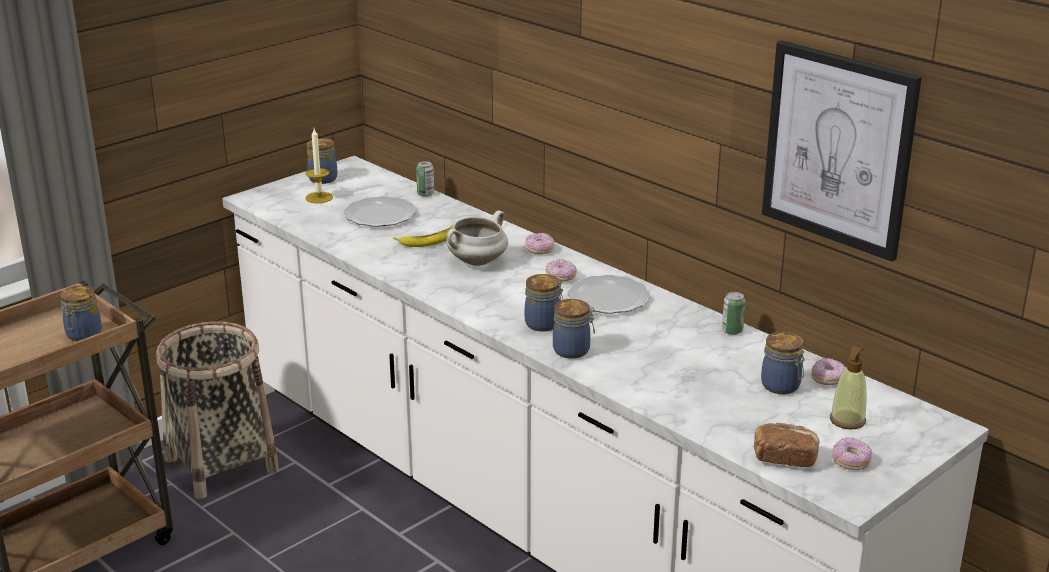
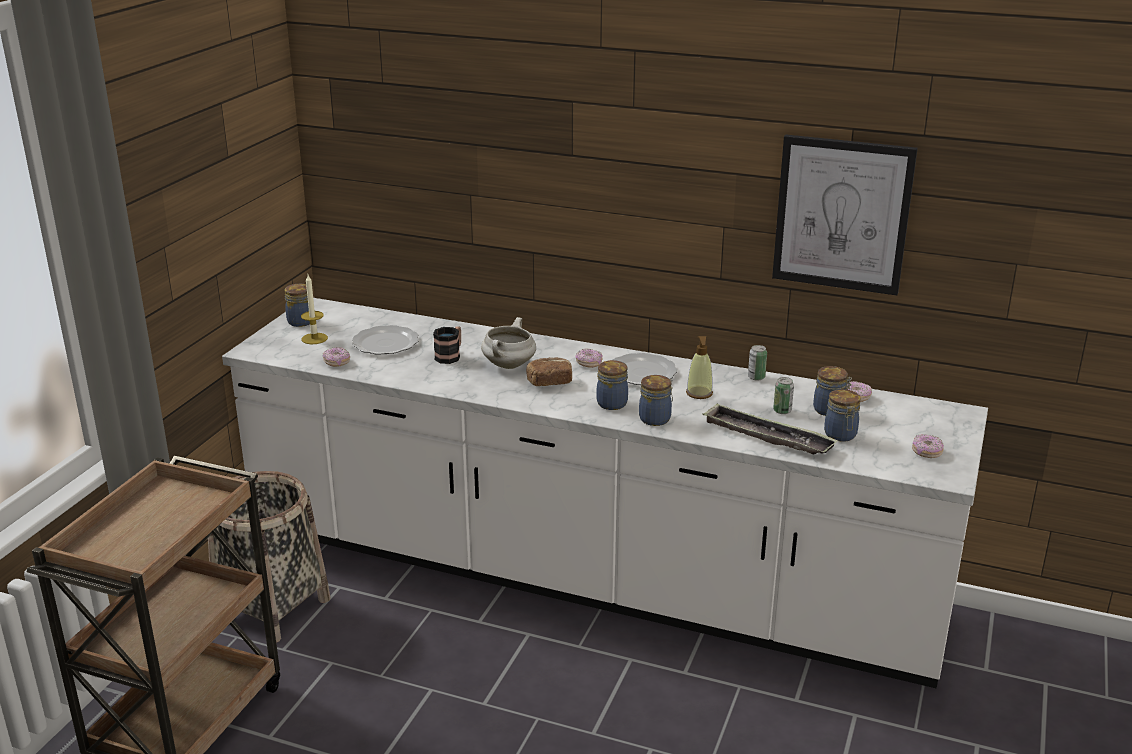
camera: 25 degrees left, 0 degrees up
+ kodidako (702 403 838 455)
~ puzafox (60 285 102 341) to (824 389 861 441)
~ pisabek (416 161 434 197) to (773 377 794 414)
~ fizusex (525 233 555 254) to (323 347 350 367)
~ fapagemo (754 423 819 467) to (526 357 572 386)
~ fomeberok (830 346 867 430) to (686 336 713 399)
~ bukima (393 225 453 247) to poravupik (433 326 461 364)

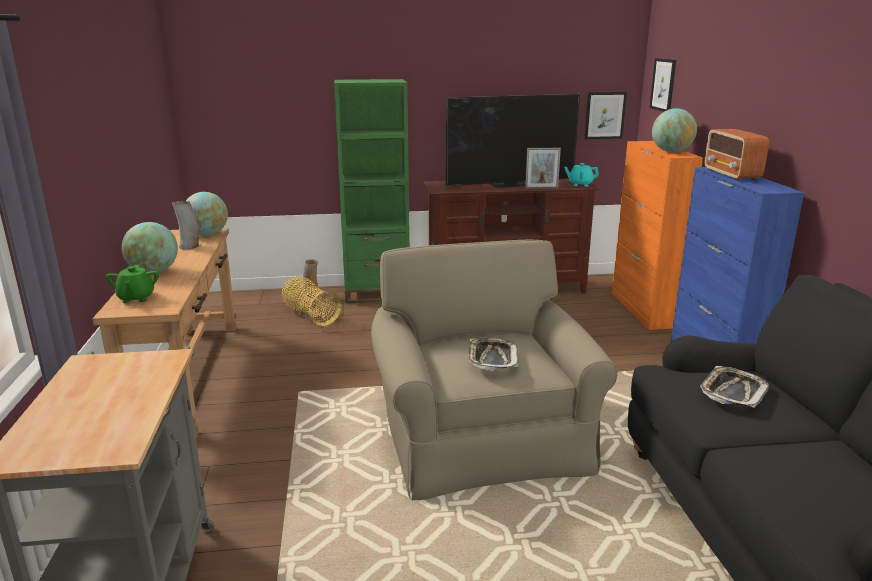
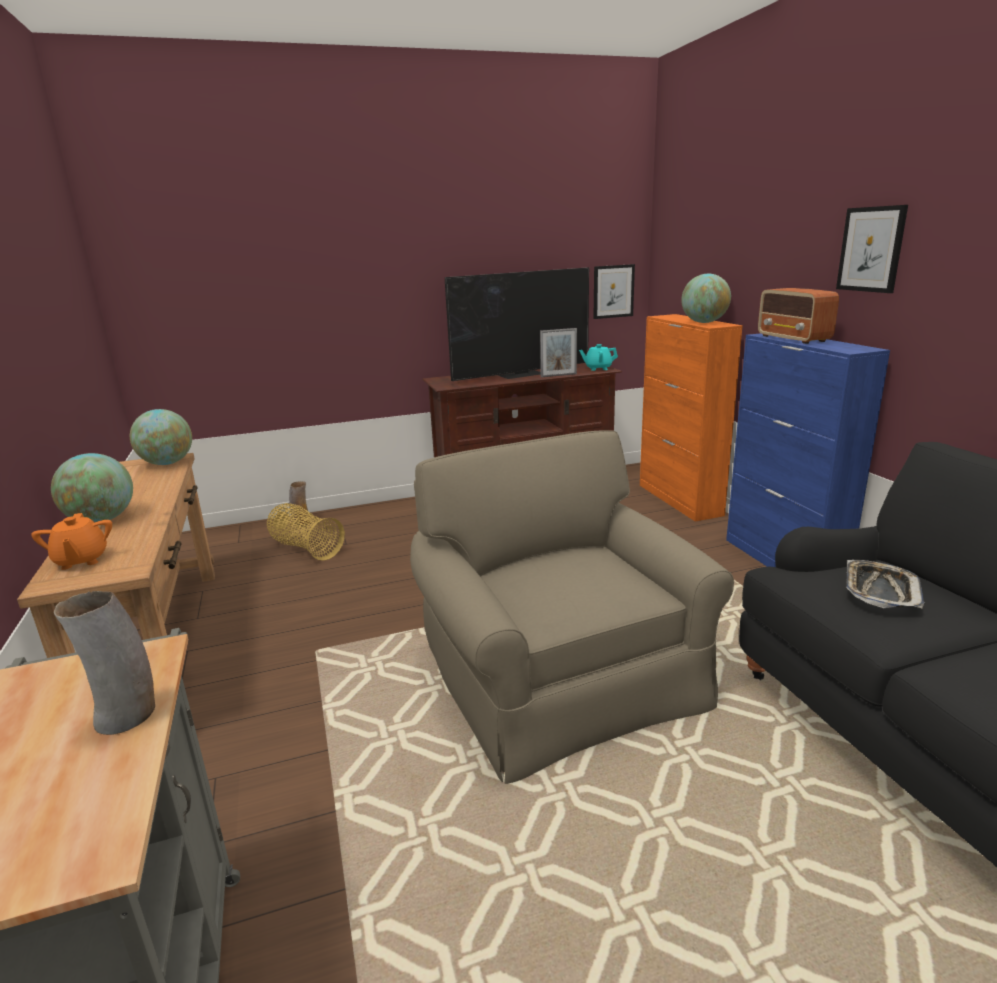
camera: 10 degrees left, 0 degrees up
- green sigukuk (334 79 410 303)
- kodidako (468 338 519 371)
~ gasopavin (172 201 199 249) to (54 591 155 735)
~ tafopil (649 58 676 112) to (836 205 908 293)
~ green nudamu (106 265 159 303) to orange nudamu (31 513 112 570)

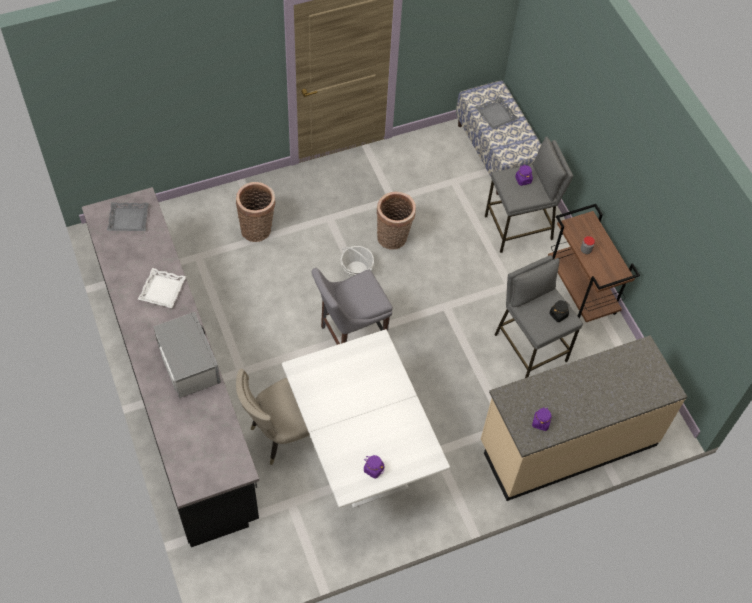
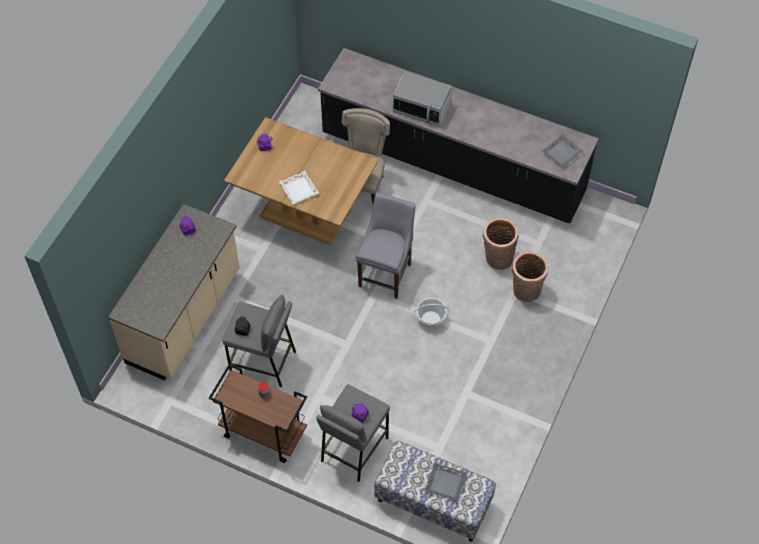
camera: 140 degrees right, 0 degrees up
~ white kodidako (138 268 186 308) to (279 171 319 204)
~ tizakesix (376 192 416 250) to (483 218 518 270)
~ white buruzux (282 329 450 508) to brown buruzux (224 117 378 245)

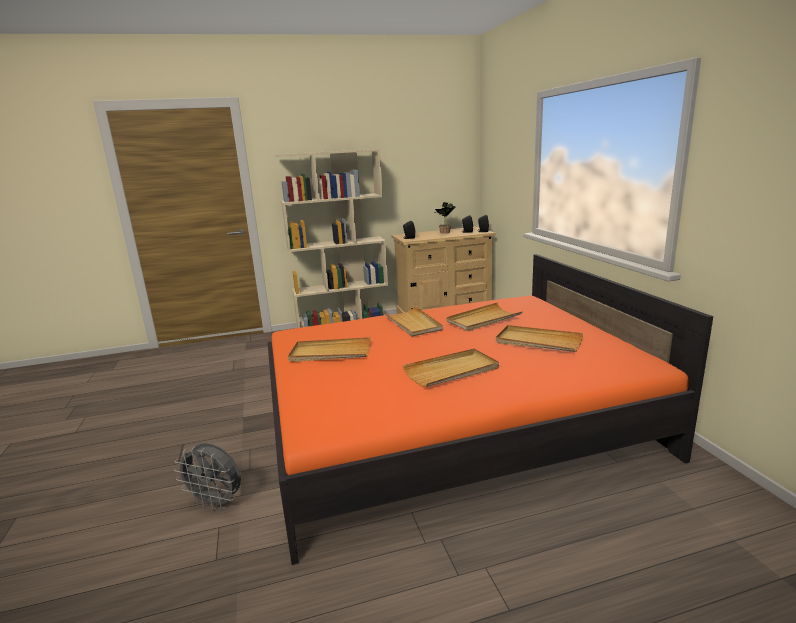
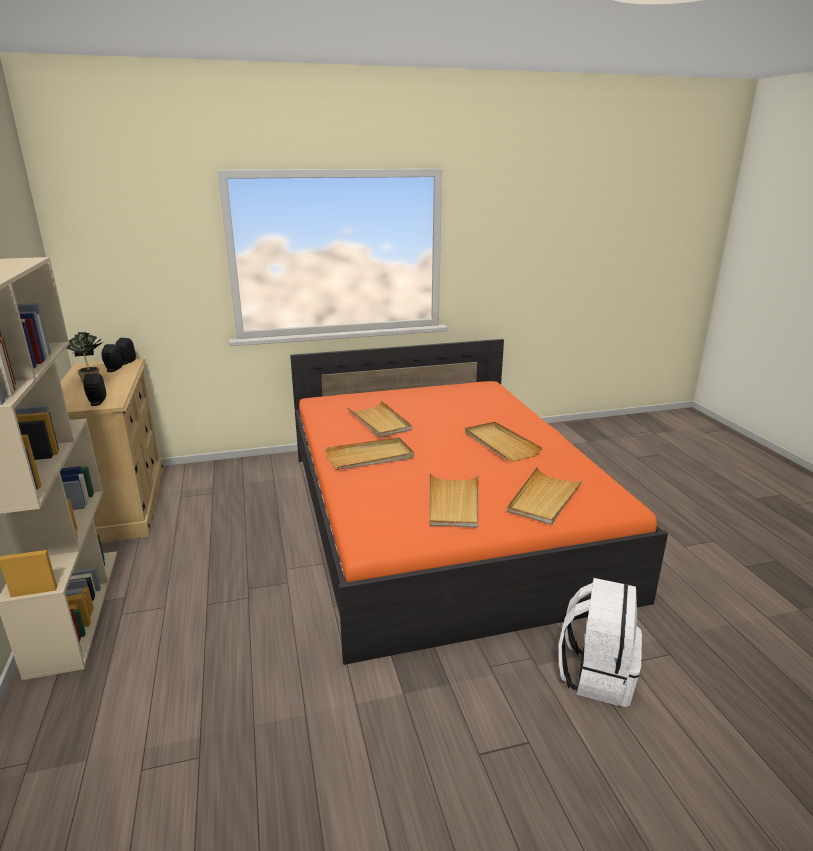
camera: 90 degrees left, 5 degrees up
~ beige kodidako (496 325 583 352) to (507 466 585 525)
~ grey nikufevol (174 443 241 511) to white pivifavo (559 578 642 707)

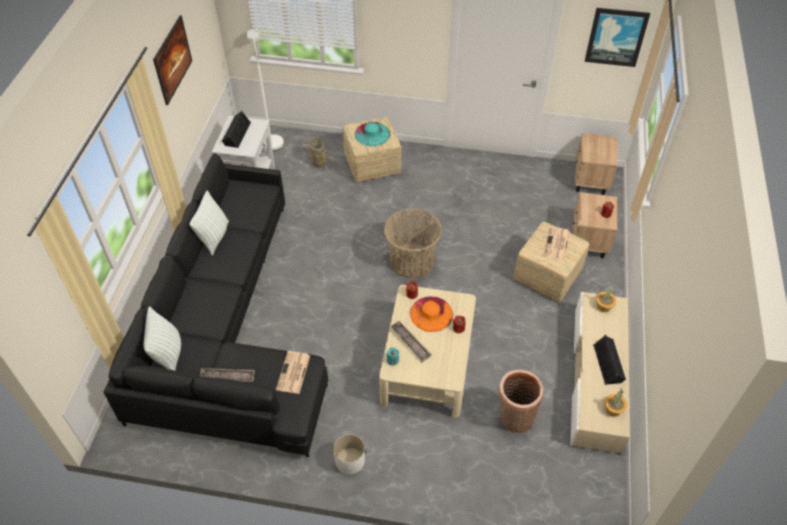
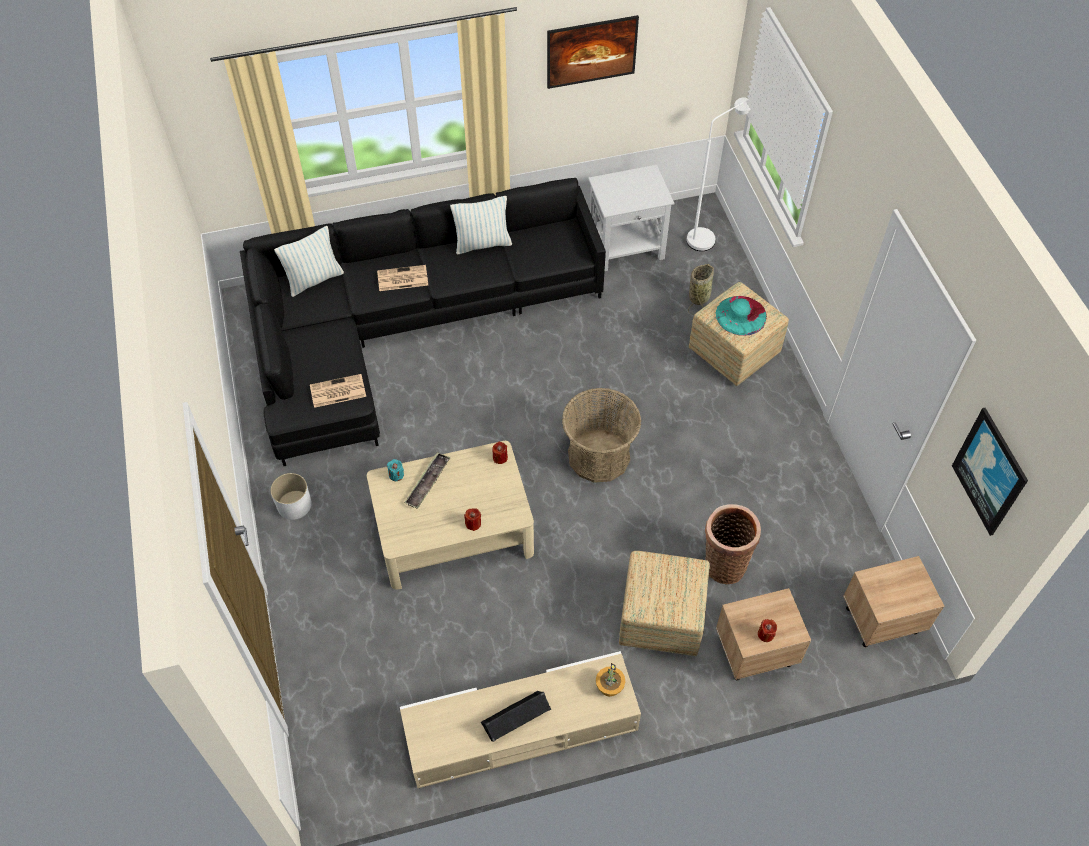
camera: 65 degrees right, 5 degrees up
- kodidako (199 368 255 383)
- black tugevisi (222 111 251 148)
- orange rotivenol (410 297 453 332)
- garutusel (605 388 627 417)
~ tizakesix (498 370 544 433) to (705 504 761 584)
~ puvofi (544 226 570 261) to (377 265 428 291)

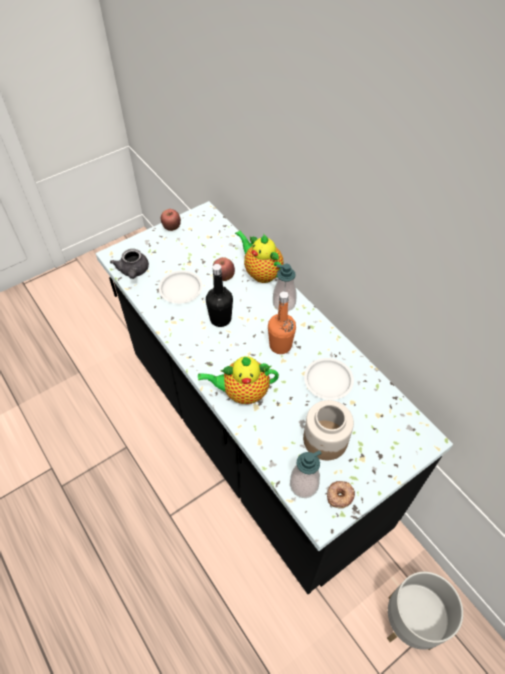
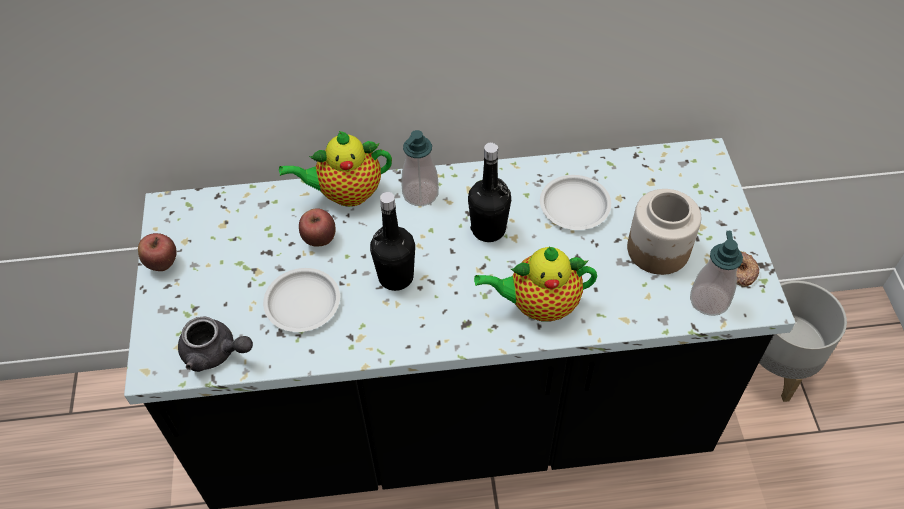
camera: 60 degrees left, 0 degrees up
~ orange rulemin (268 291 296 354) to black rulemin (468 142 511 242)
~ nudamu (198 356 279 404) = (474 247 597 322) 60 degrees clockwise

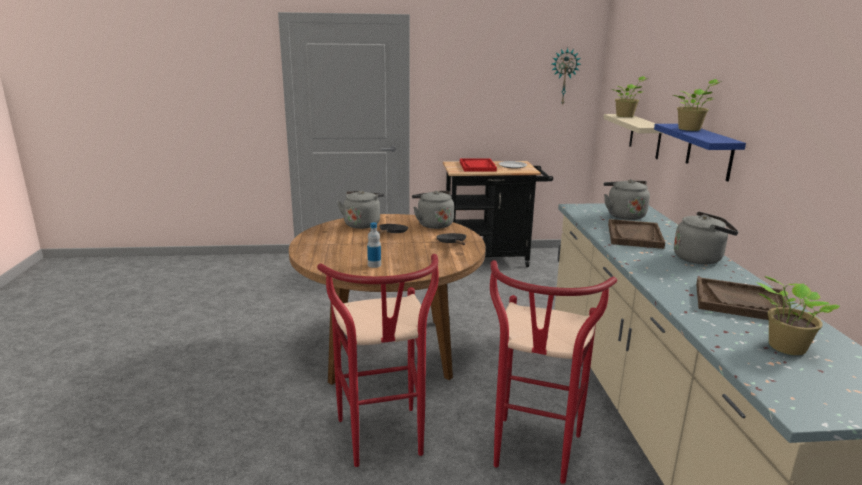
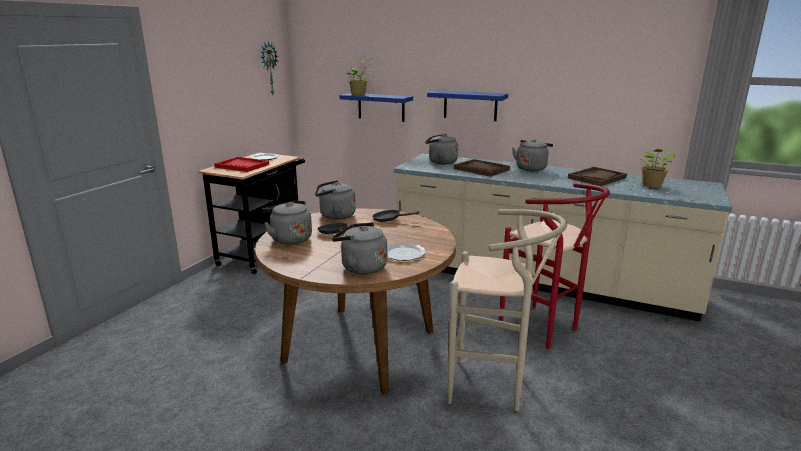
camera: 60 degrees left, 0 degrees up
- garutusel (673 79 722 131)
+ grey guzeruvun (332 222 387 274)
~ rulemin (367 222 381 268) to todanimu (387 243 426 261)
~ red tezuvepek (317 254 439 467) to beige tezuvepek (448 209 567 411)
~ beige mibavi (603 114 662 159) to blue mibavi (339 93 413 122)

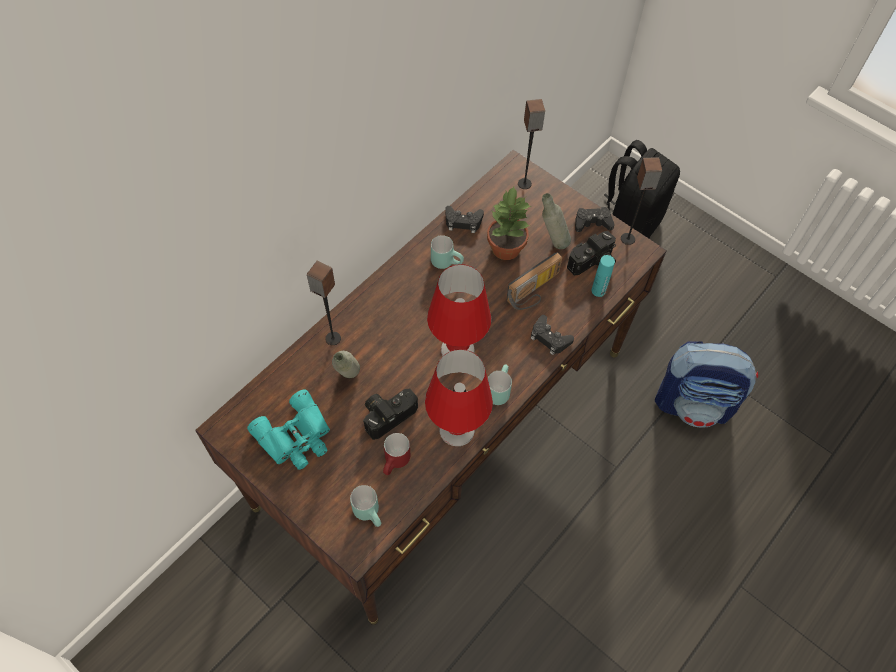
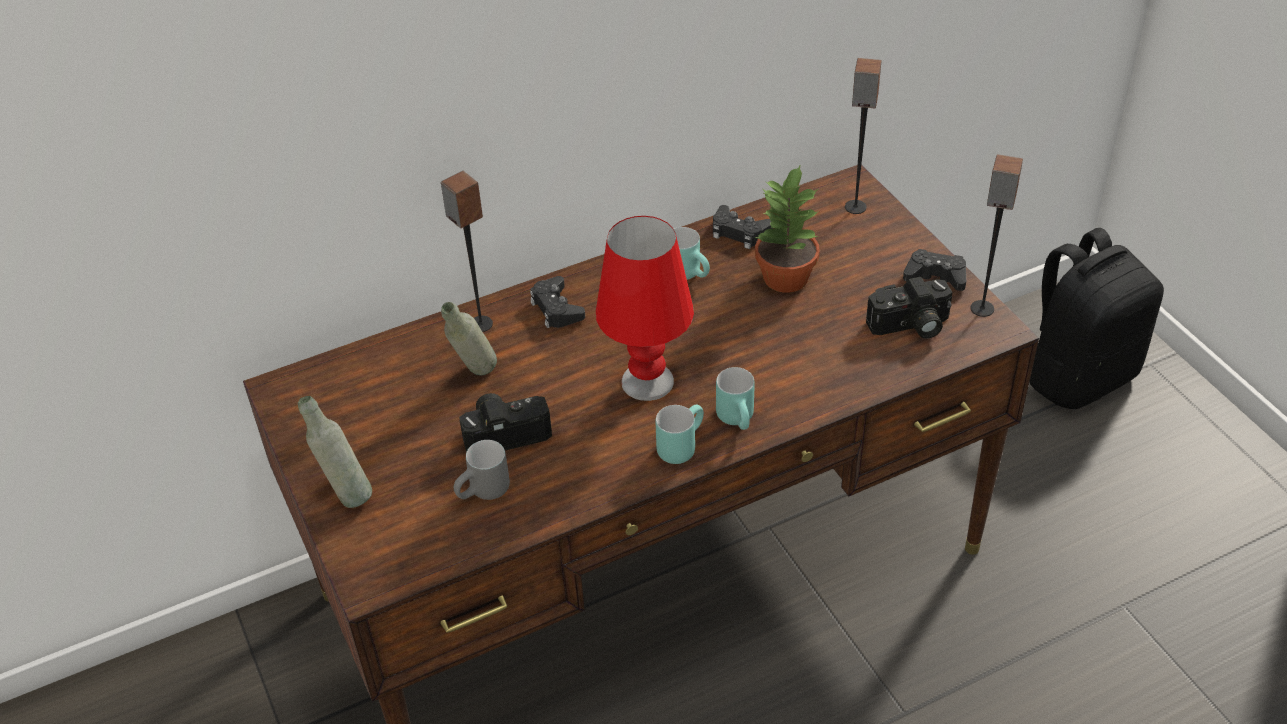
camera: 25 degrees right, 15 degrees down
- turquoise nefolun (247 389 330 470)
- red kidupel (425 349 493 446)
- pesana (507 252 562 310)
- turquoise rulemin (591 255 615 297)
- pivifavo (655 342 758 428)
~ turquoise poravupik (350 485 381 527) to (716 367 755 430)
~ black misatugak (531 315 574 355) to (530 276 585 328)
~ grey rulemin (542 193 571 249) to (298 396 372 508)
~ red poravupik (383 433 411 475) to grey poravupik (454 440 510 500)

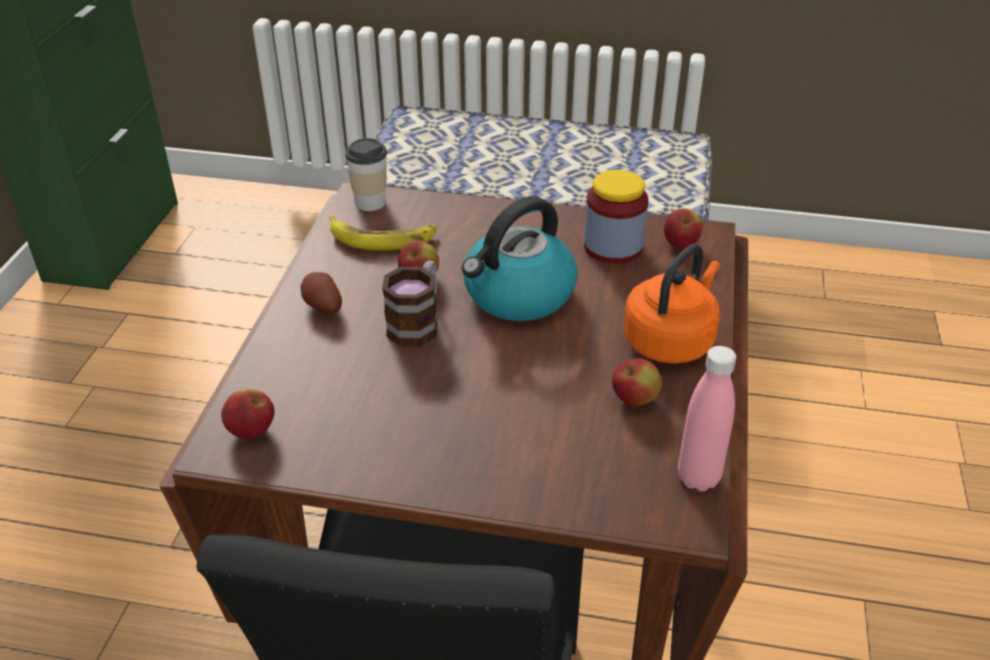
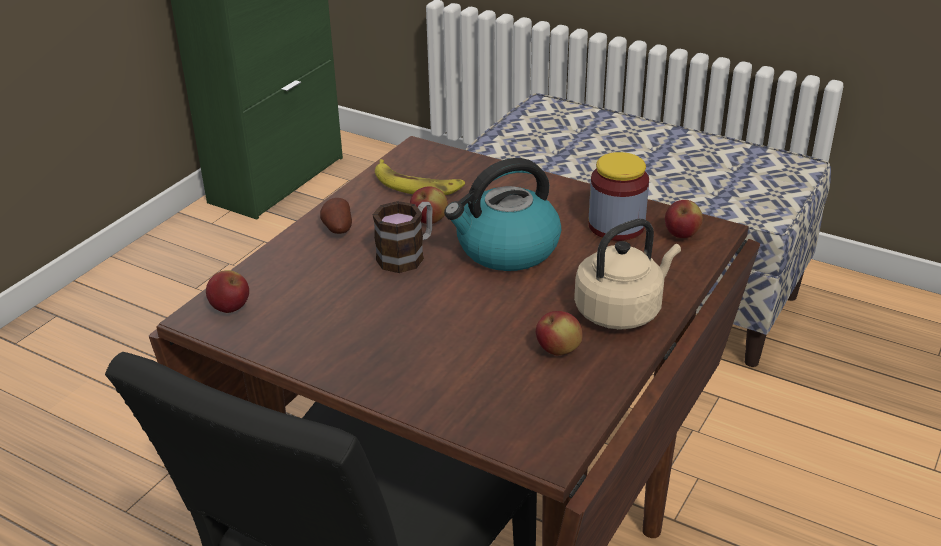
camera: 20 degrees right, 5 degrees down
- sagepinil (345 138 387 211)
- pink rulemin (678 346 736 491)
~ orange guzeruvun (623 244 720 364) to beige guzeruvun (574 219 681 330)

